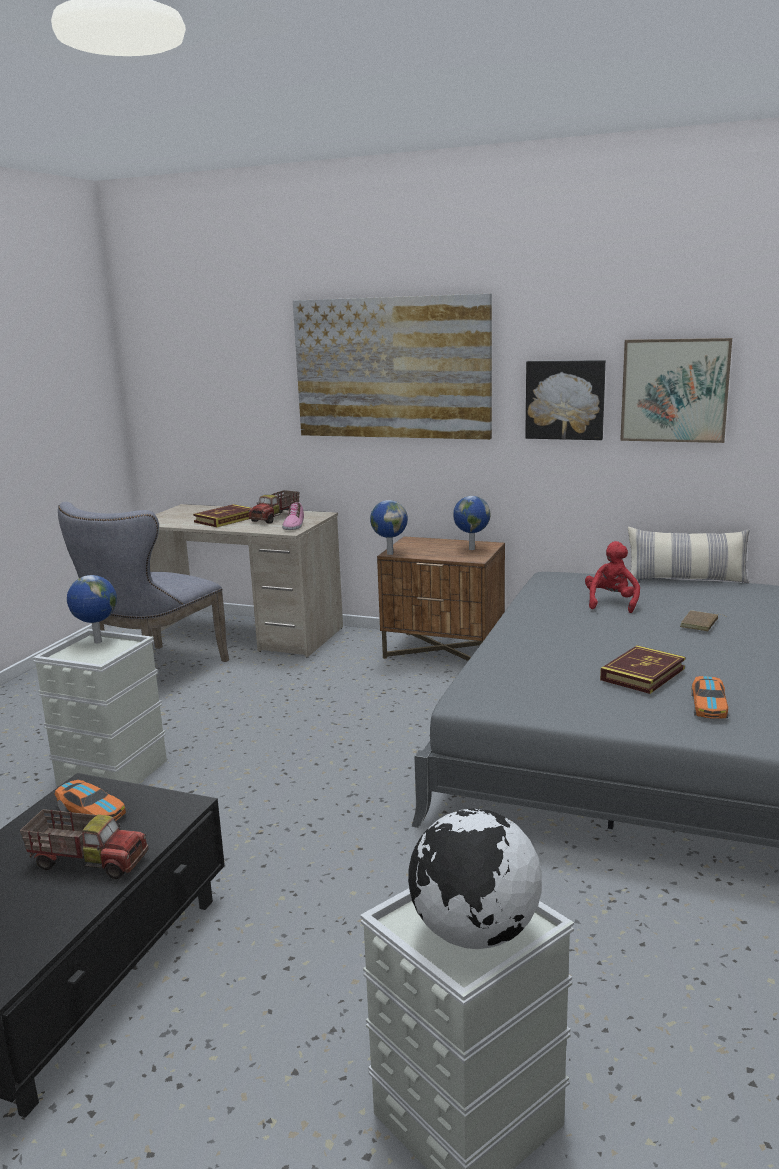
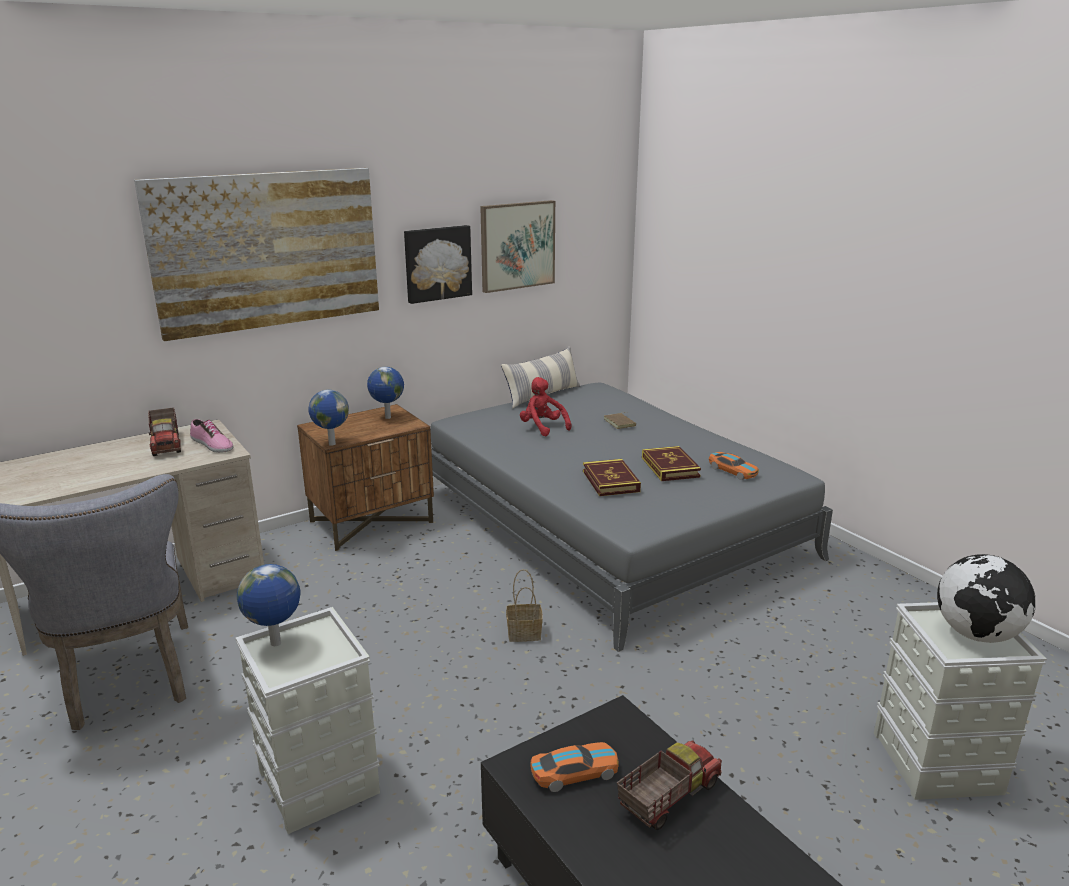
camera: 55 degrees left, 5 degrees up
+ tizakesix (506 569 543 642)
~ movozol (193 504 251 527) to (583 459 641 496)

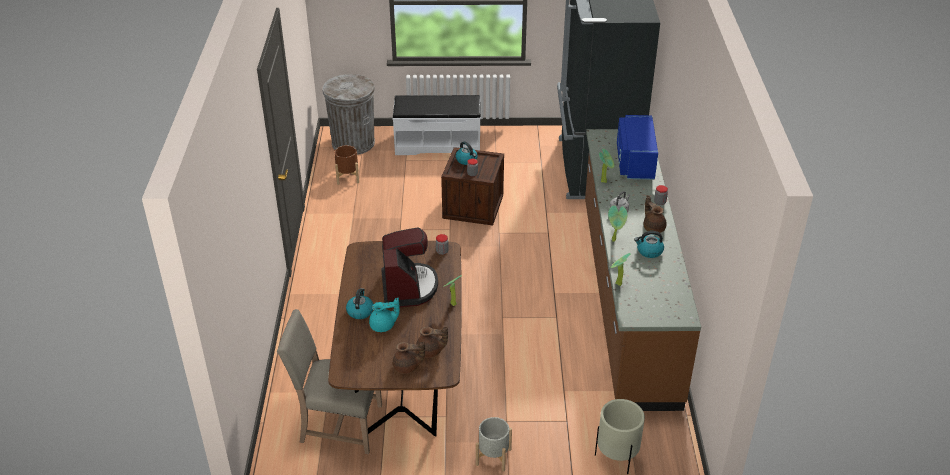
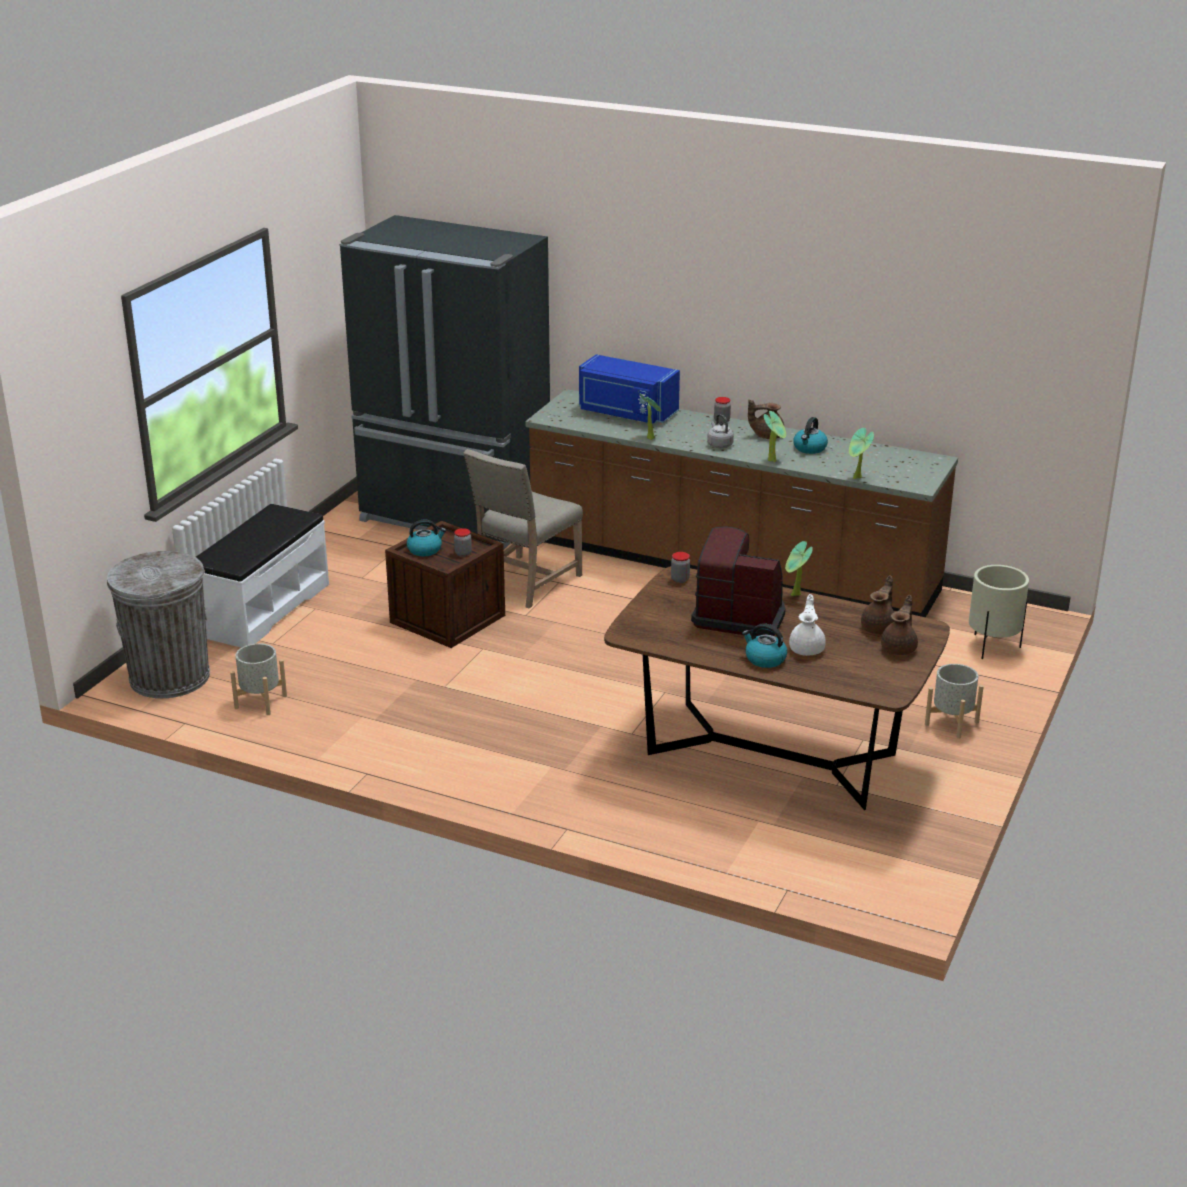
camera: 65 degrees left, 10 degrees down
~ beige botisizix (277 309 382 454) to (463 449 583 608)
~ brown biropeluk (334 145 359 185) to grey biropeluk (230 643 287 715)
~ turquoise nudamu (369 297 400 332) to white nudamu (789 594 826 656)

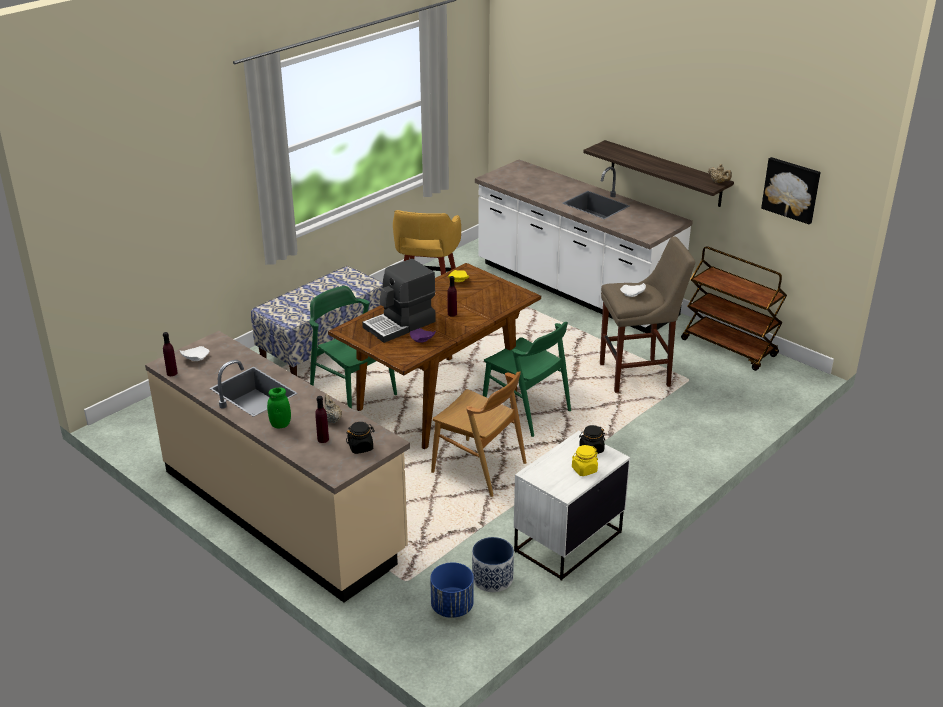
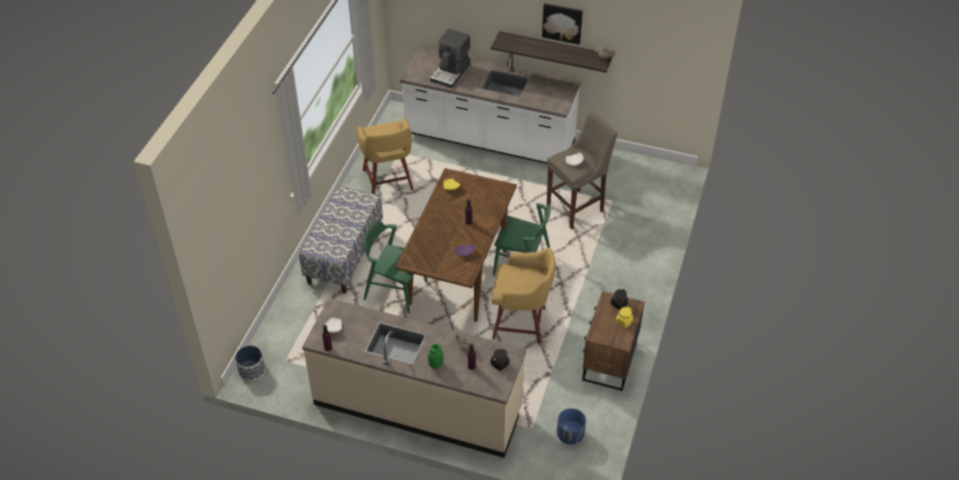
camera: 25 degrees left, 15 degrees up
- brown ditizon (681 246 787 371)
~ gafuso (362 259 436 343) to (430 29 470 88)
~ biropeluk (472 537 514 592) to (235 346 265 381)
~ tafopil (761 157 821 224) to (542 3 583 45)
~ brown botisizix (431 371 526 497) to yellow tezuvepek (492 247 555 345)
~ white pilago (514 431 630 581) to brown pilago (582 291 645 391)

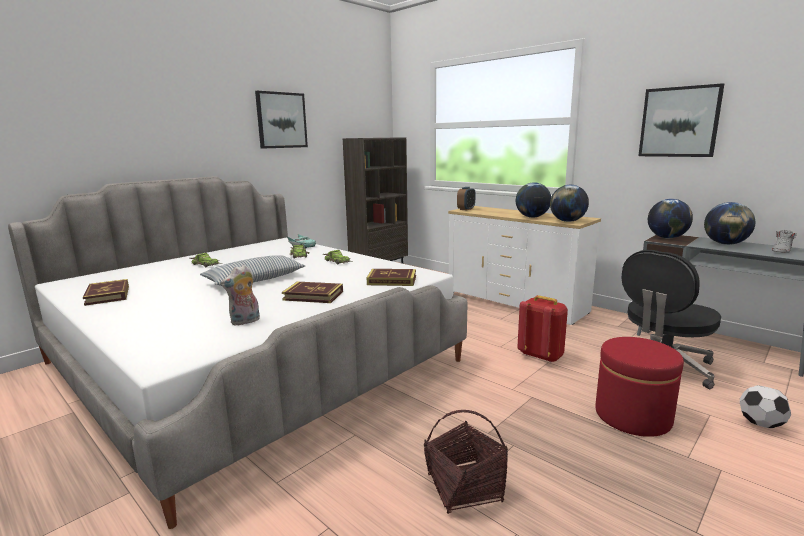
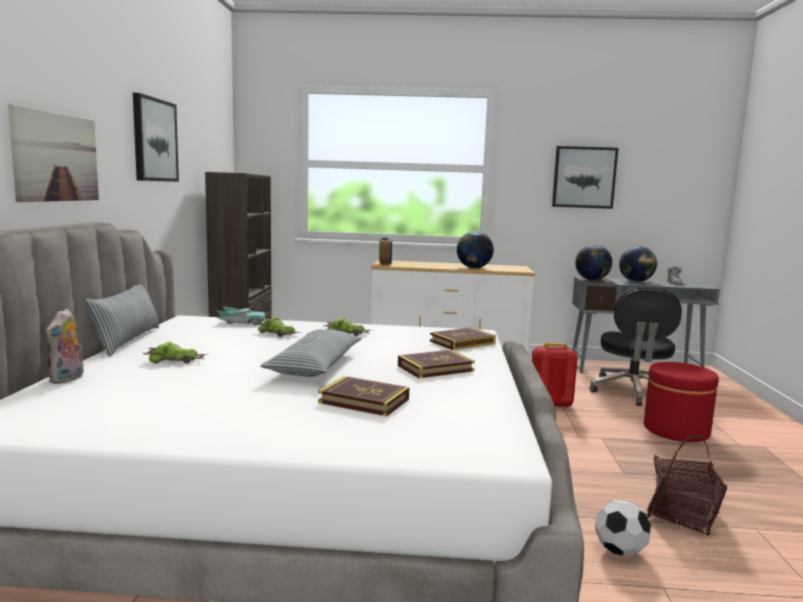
camera: 40 degrees left, 5 degrees down
- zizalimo (550 185 589 222)
+ tafopil (8 104 99 202)
+ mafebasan (85 284 159 357)
~ movozol (83 279 129 306) to (318 376 409 416)
~ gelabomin (221 265 260 326) to (45 309 84 384)
~ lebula (740 385 791 428) to (595 500 651 556)

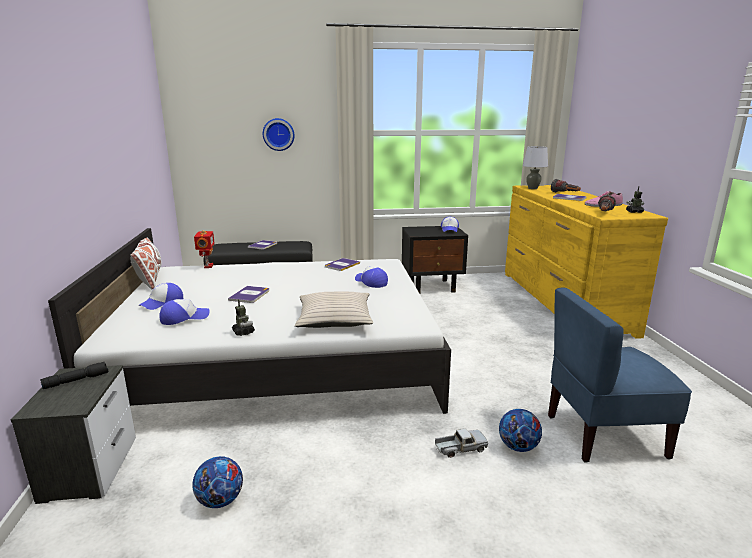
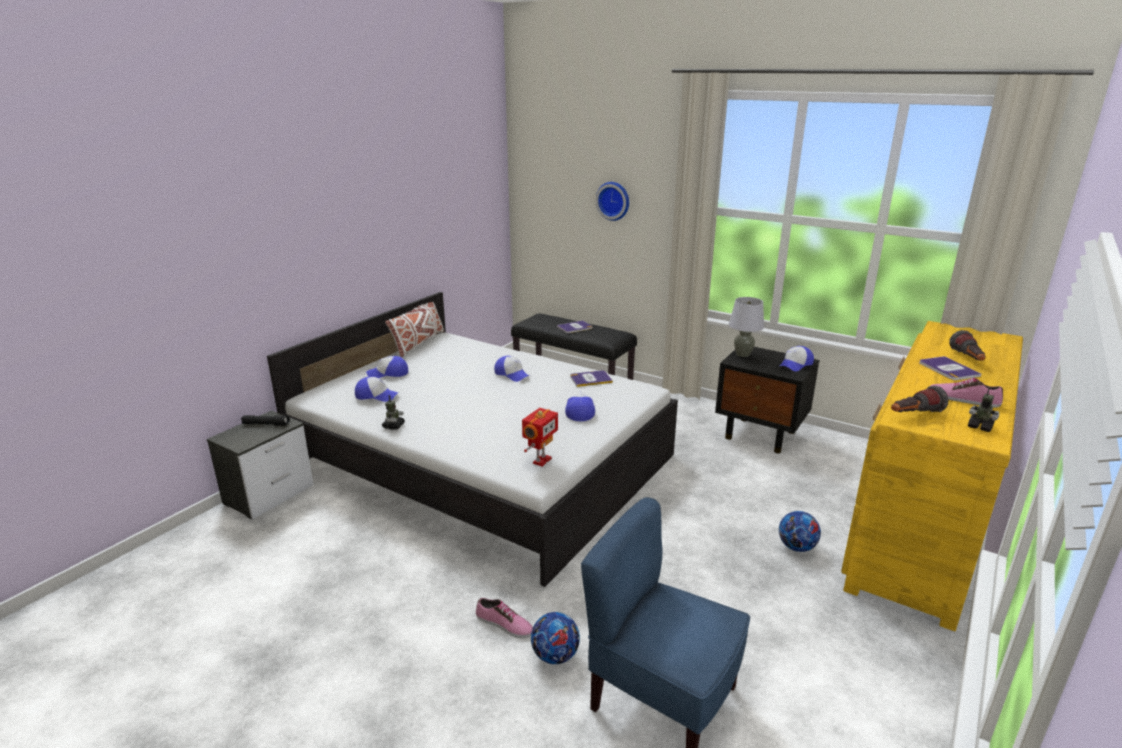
camera: 40 degrees right, 5 degrees up
- movozol (228 286 269 303)
- beige mafebasan (295 291 373 328)
+ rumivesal (494 356 529 382)
~ lebula (192 456 243 508) to (779 511 821 552)
~ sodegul (194 230 215 268) to (522 408 558 466)
~ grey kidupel (523 146 548 189) to (729 297 764 357)
~ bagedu (435 428 488 458) to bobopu (476 598 533 638)

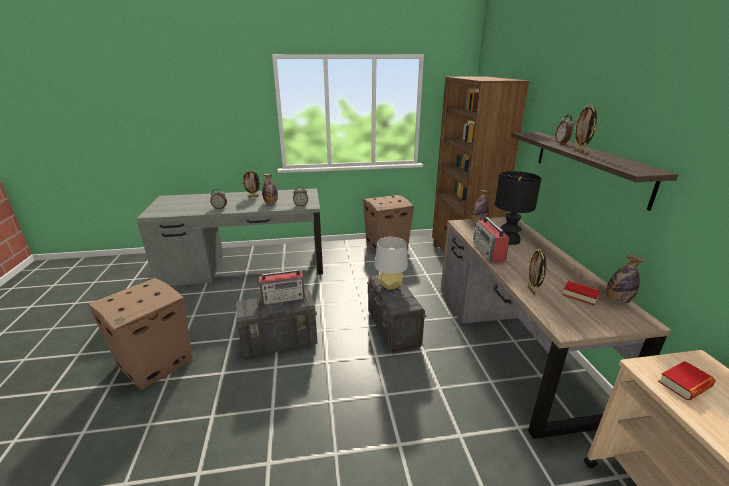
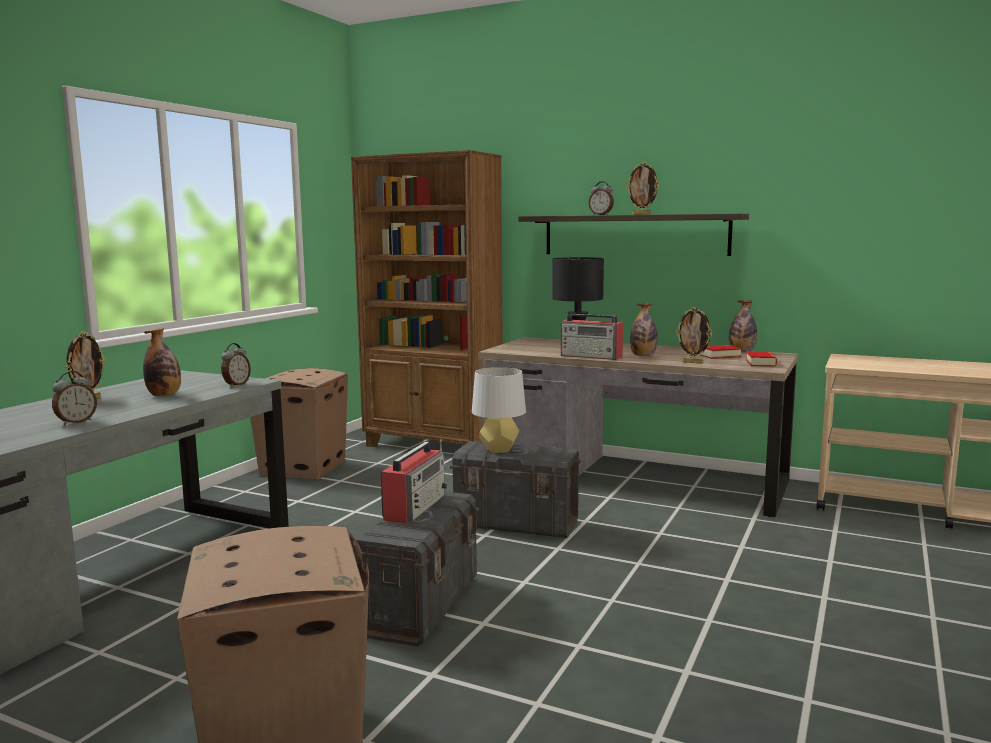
camera: 55 degrees left, 15 degrees down
~ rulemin (471 190 489 223) to (630 303 658 356)
~ movozol (658 361 716 400) to (746 351 777 367)

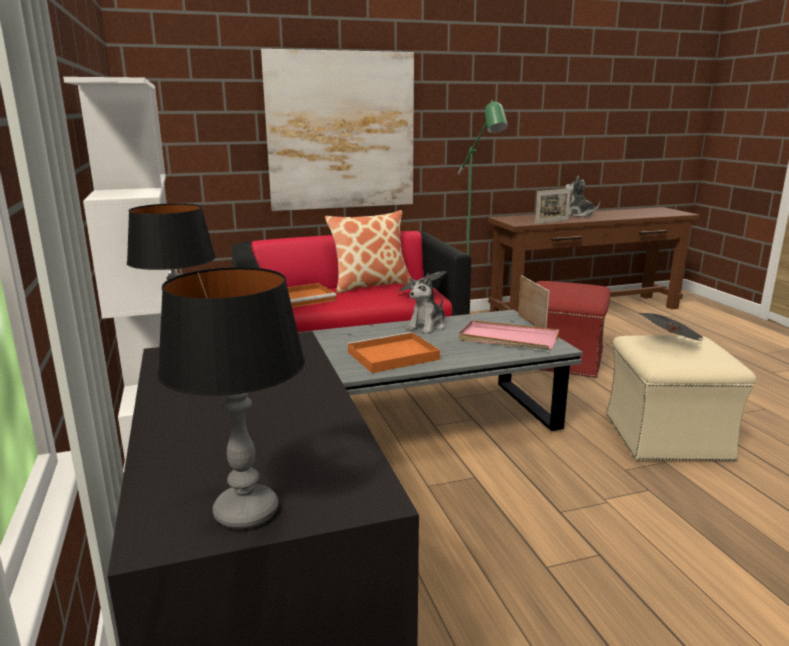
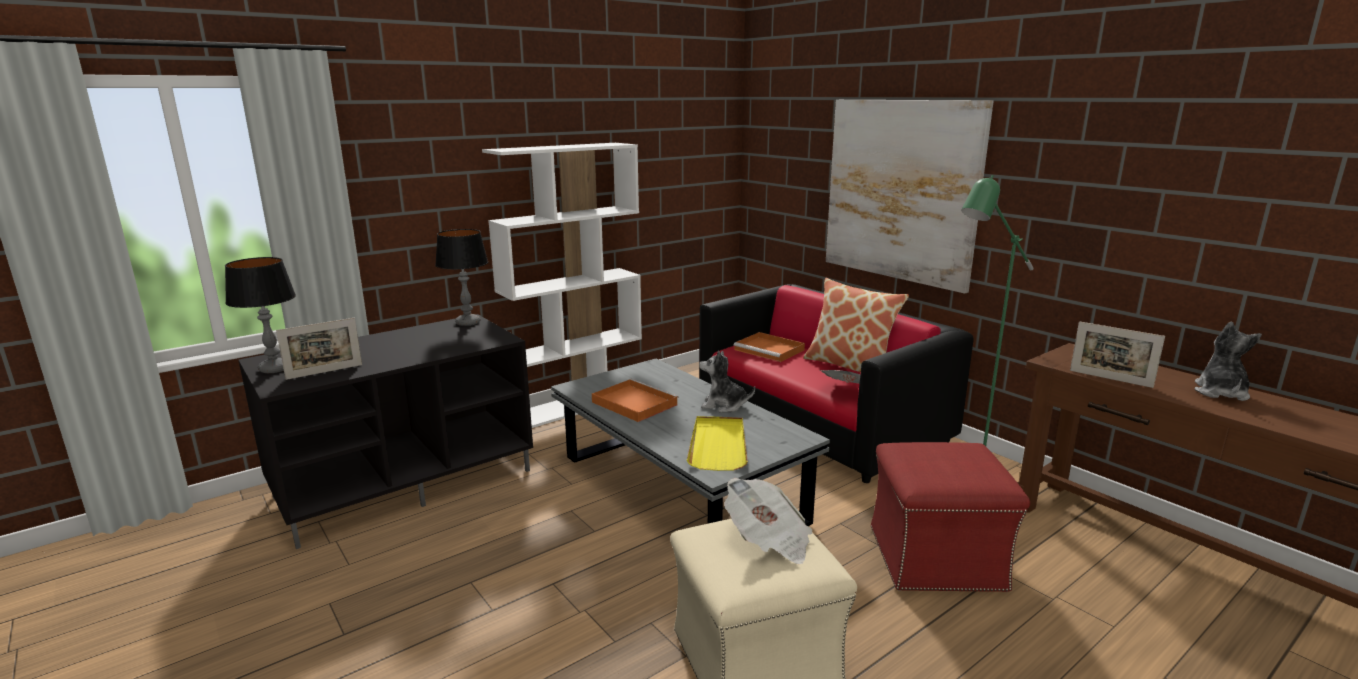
camera: 70 degrees right, 0 degrees up
~ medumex (518 275 550 328) to (276 318 362 380)
~ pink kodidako (459 320 559 350) to yellow kodidako (687 416 748 471)

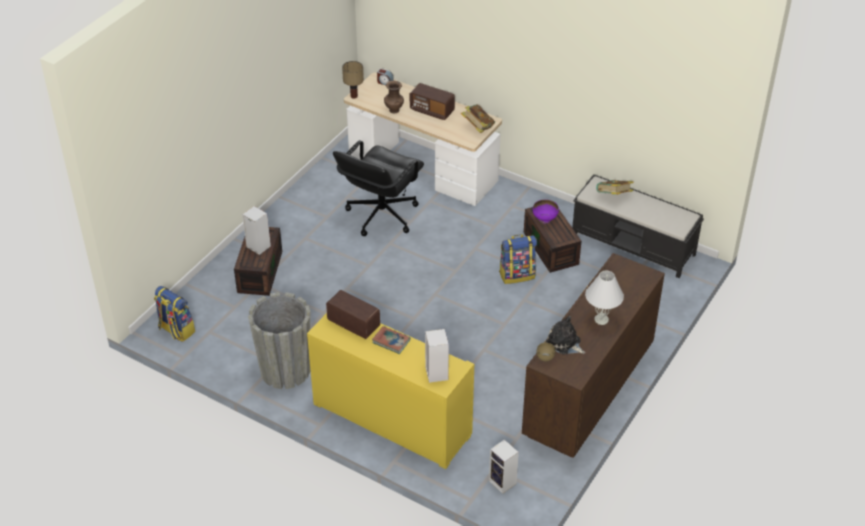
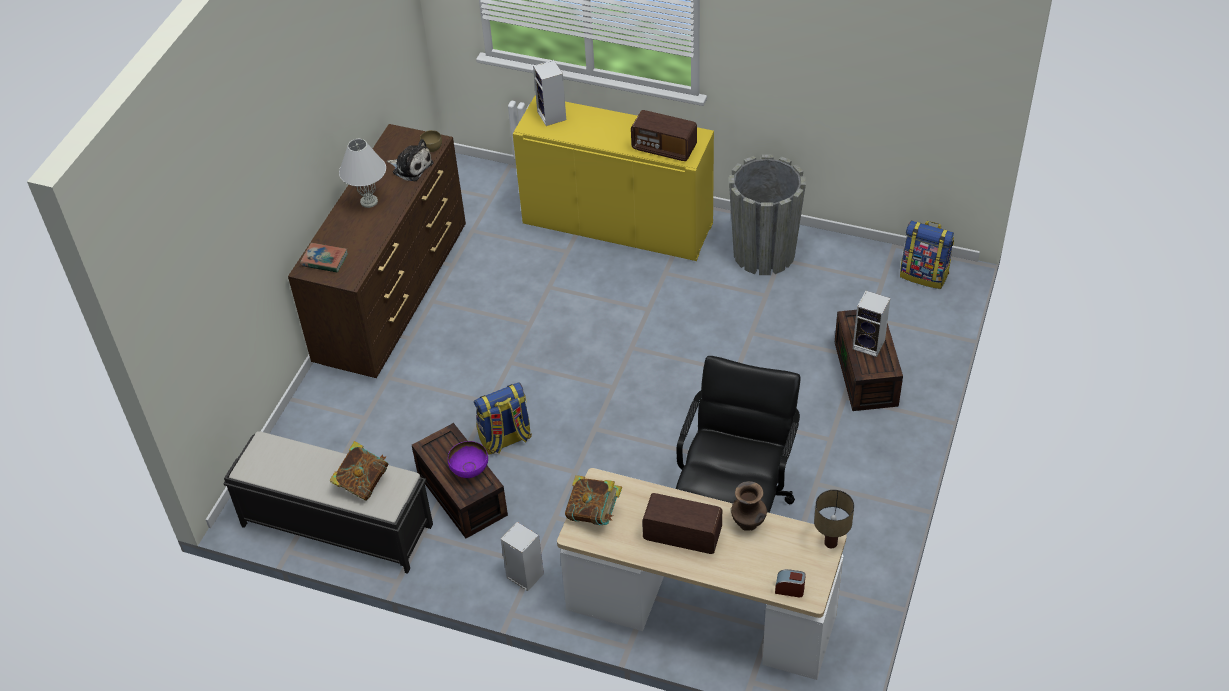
camera: 170 degrees right, 5 degrees up
~ movozol (372 326 411 354) to (300 242 348 273)
~ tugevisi (489 439 519 494) to (501 522 544 591)

